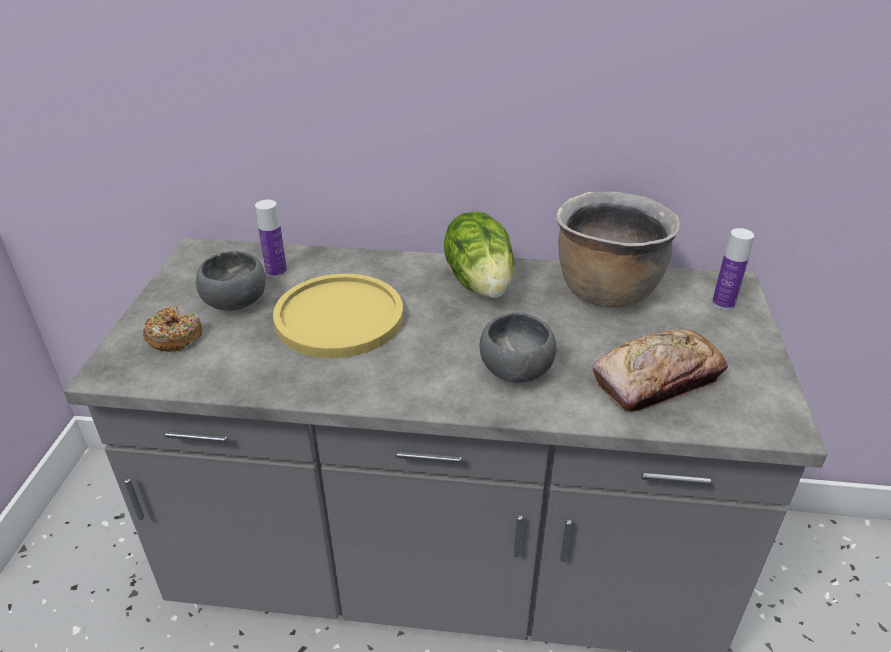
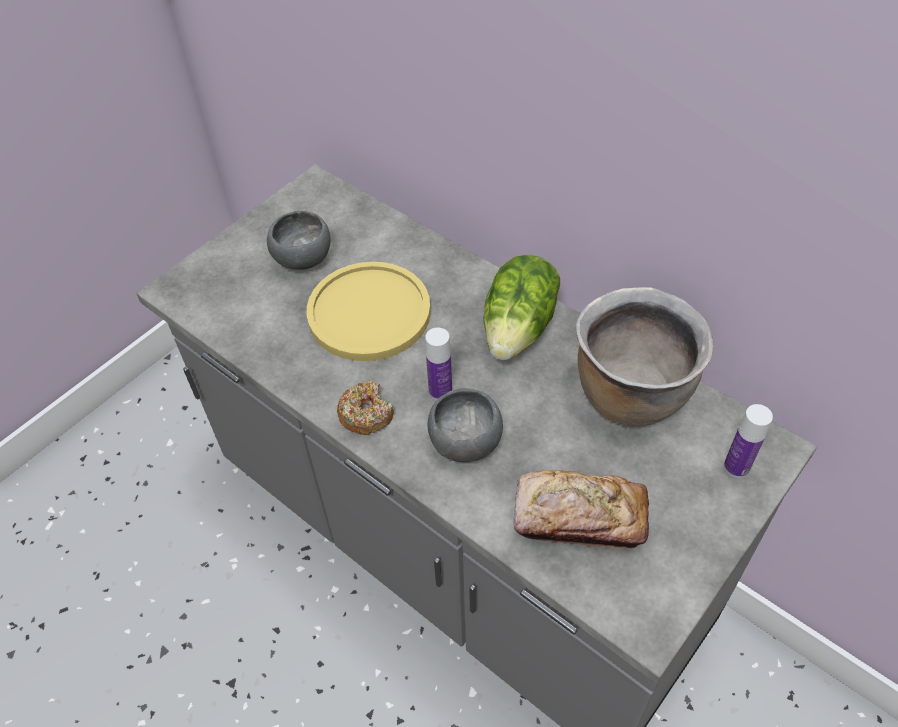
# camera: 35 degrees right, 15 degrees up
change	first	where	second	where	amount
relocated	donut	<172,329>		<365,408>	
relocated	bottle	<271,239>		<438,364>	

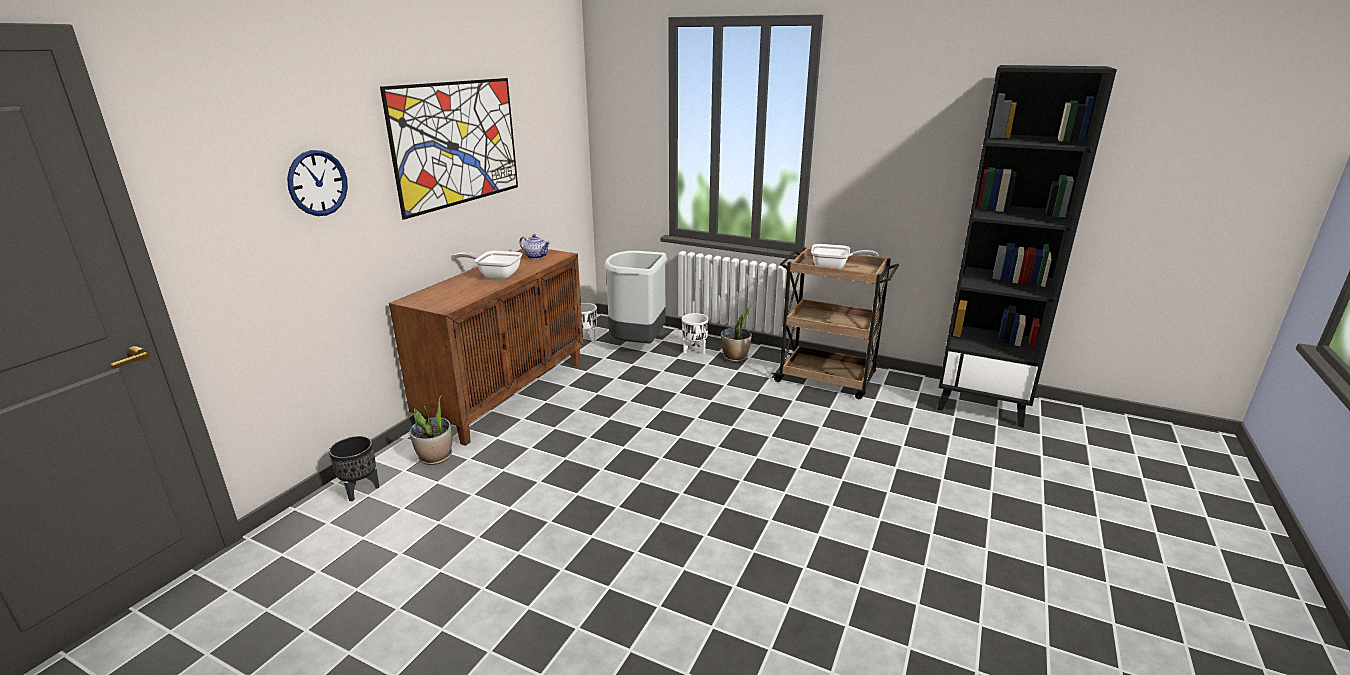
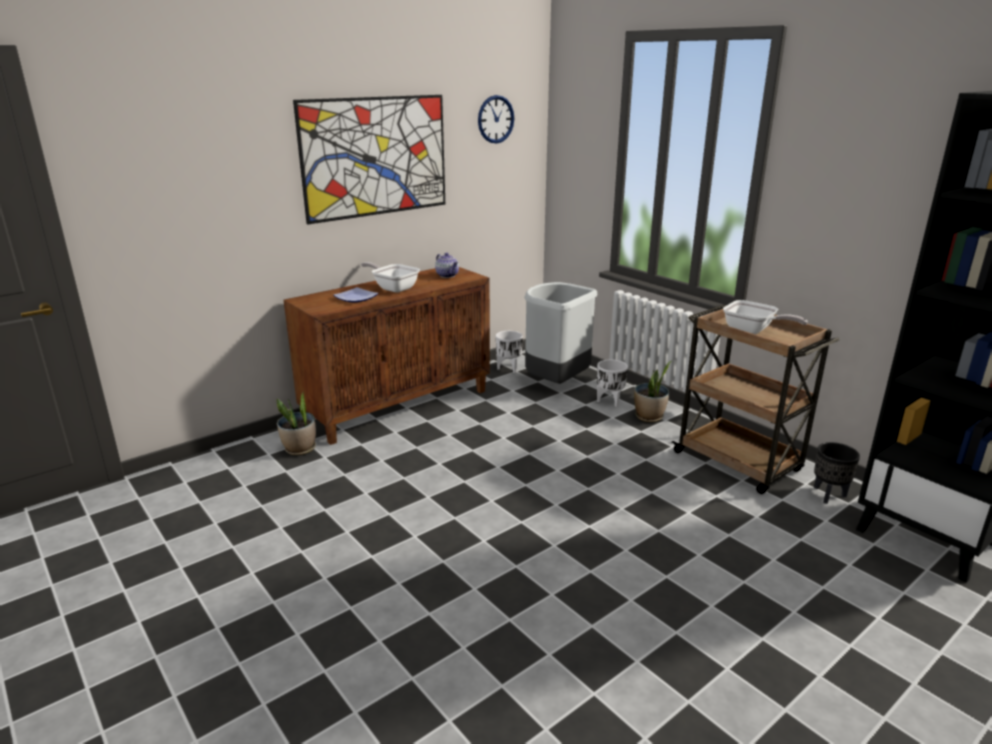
# camera: 25 degrees right, 0 degrees up
change	first	where	second	where	amount
appeared			plate	<355,295>	
relocated	wall clock	<317,183>		<496,119>	
relocated	planter in black	<354,468>		<837,473>	

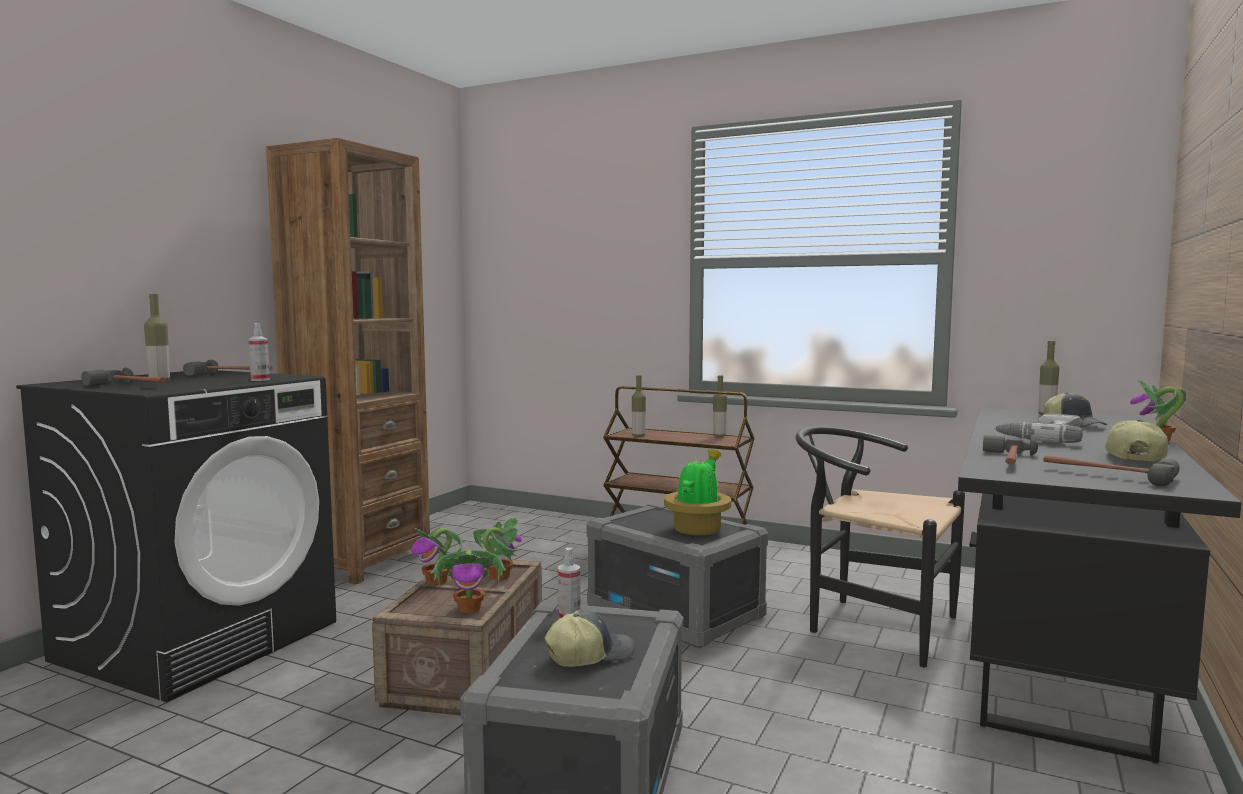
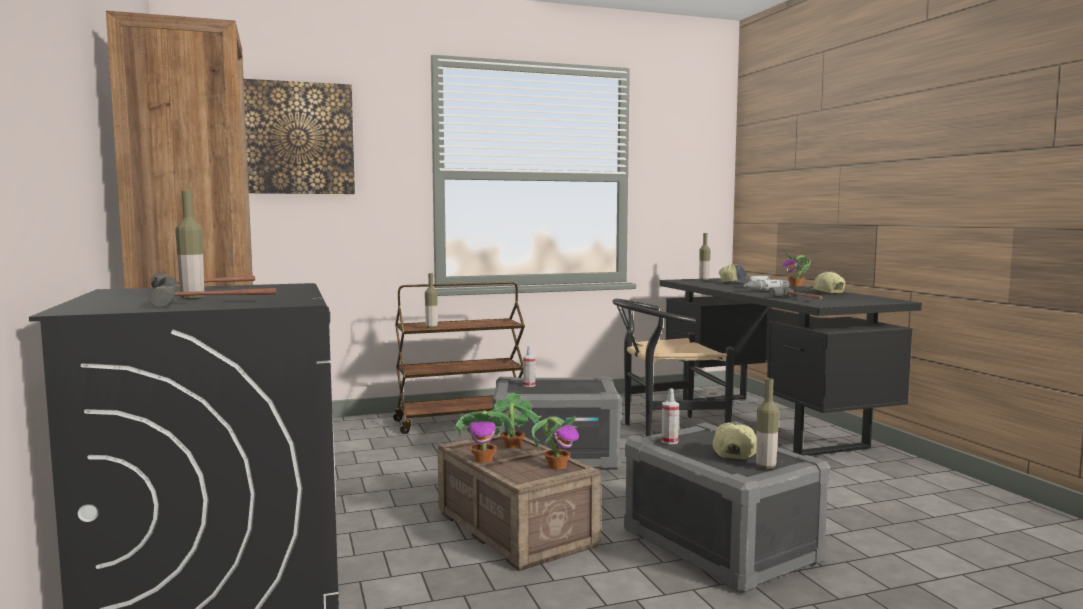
# camera: 45 degrees left, 0 degrees up
change	first	where	second	where	amount
appeared			picture	<299,136>	
relocated	spray bottle	<259,352>		<529,366>	
relocated	bottle	<720,406>		<767,423>	
missing	potted plant	<697,492>			
missing	hammer	<1111,471>			

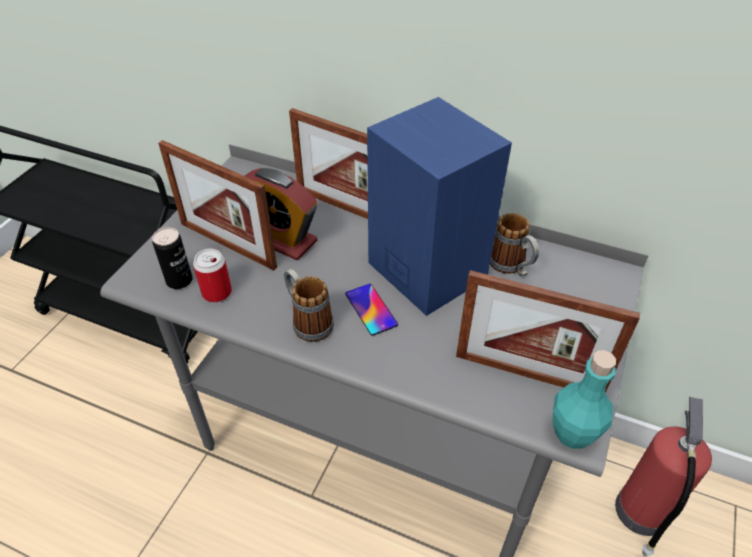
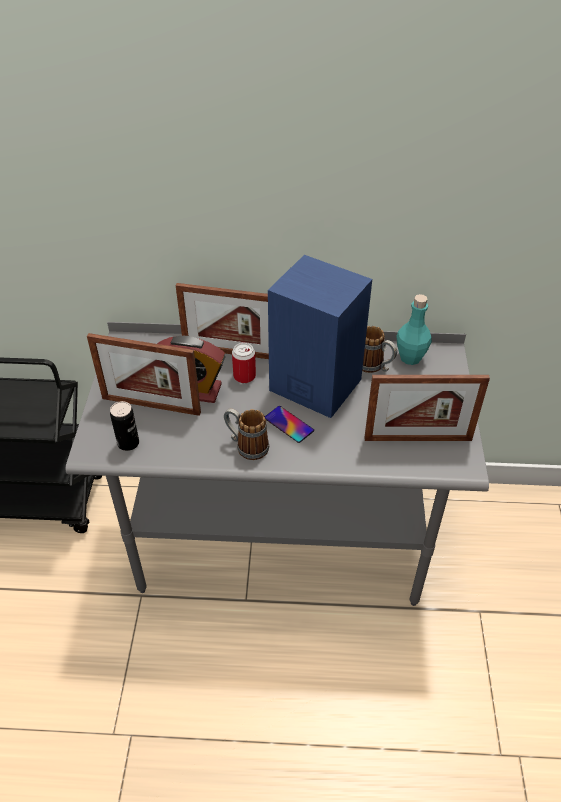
# camera: 20 degrees left, 0 degrees up
change	first	where	second	where	amount
relocated	can	<212,275>		<244,363>	
relocated	bottle in turquoise	<584,399>		<414,329>	
missing	fire extinguisher	<663,476>			

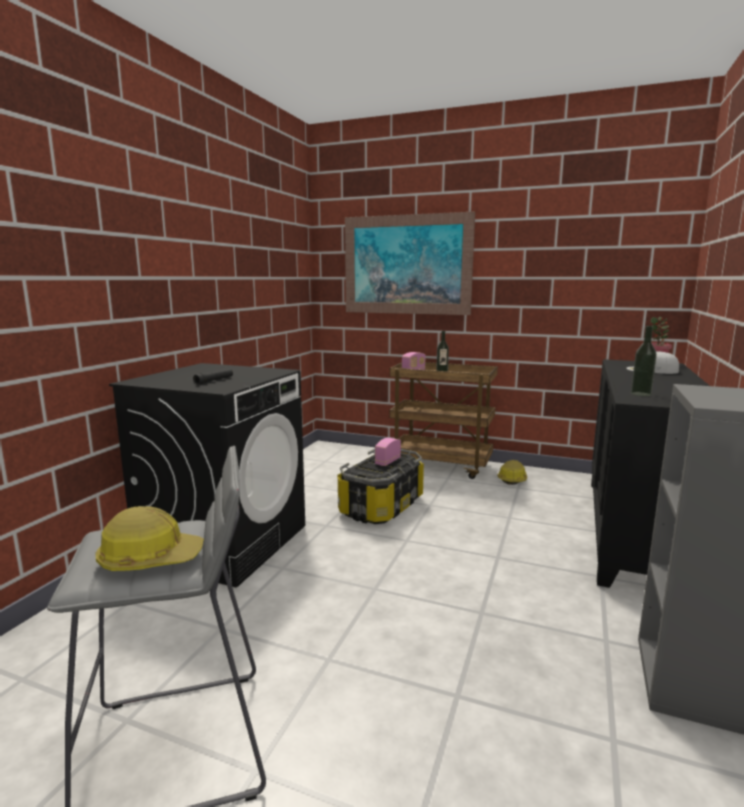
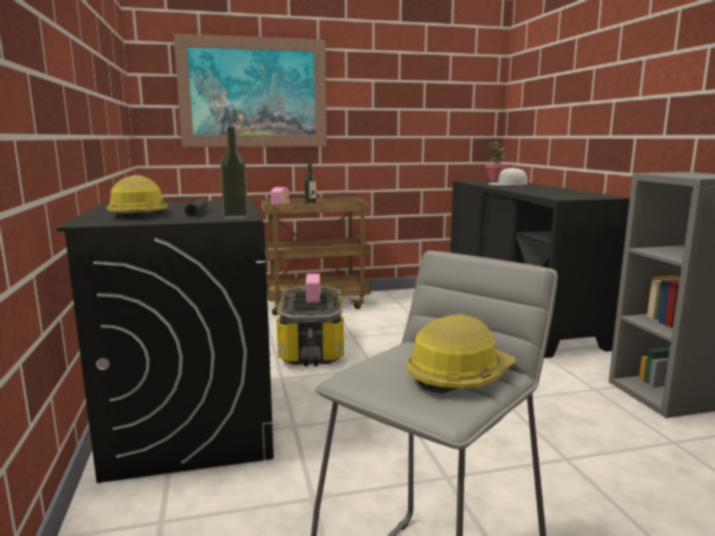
# camera: 35 degrees left, 0 degrees up
change	first	where	second	where	amount
relocated	hard hat	<512,472>		<137,197>	
relocated	bottle	<644,361>		<234,172>	

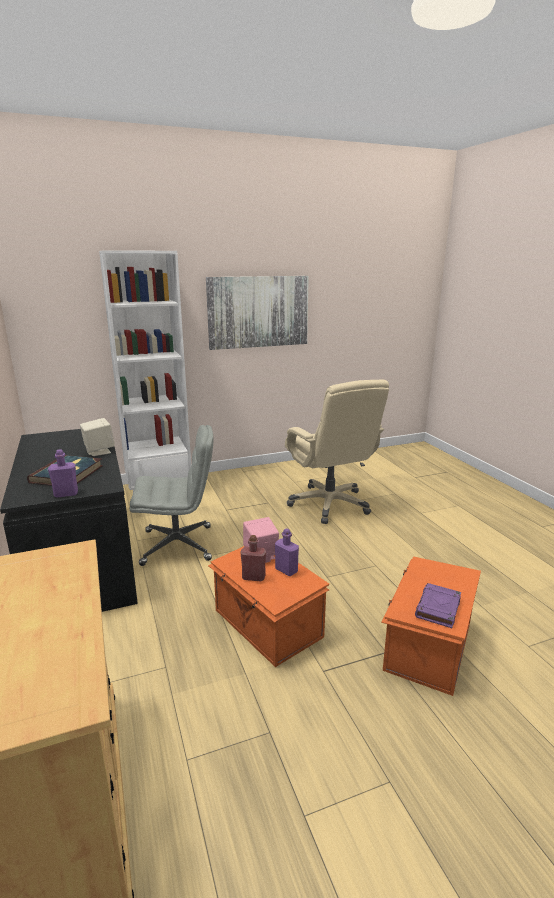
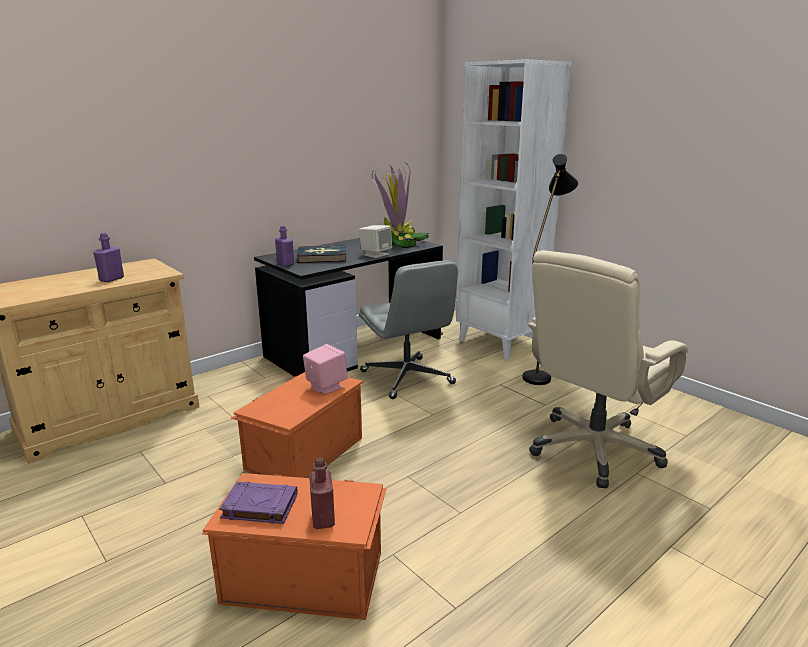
# camera: 70 degrees right, 0 degrees up
change	first	where	second	where	amount
relocated	bottle in purple	<287,552>		<108,257>	
relocated	bottle in red	<253,558>		<322,493>	
appeared			potted plant	<400,206>	
appeared			floor lamp in black	<550,269>	
missing	picture	<257,313>			

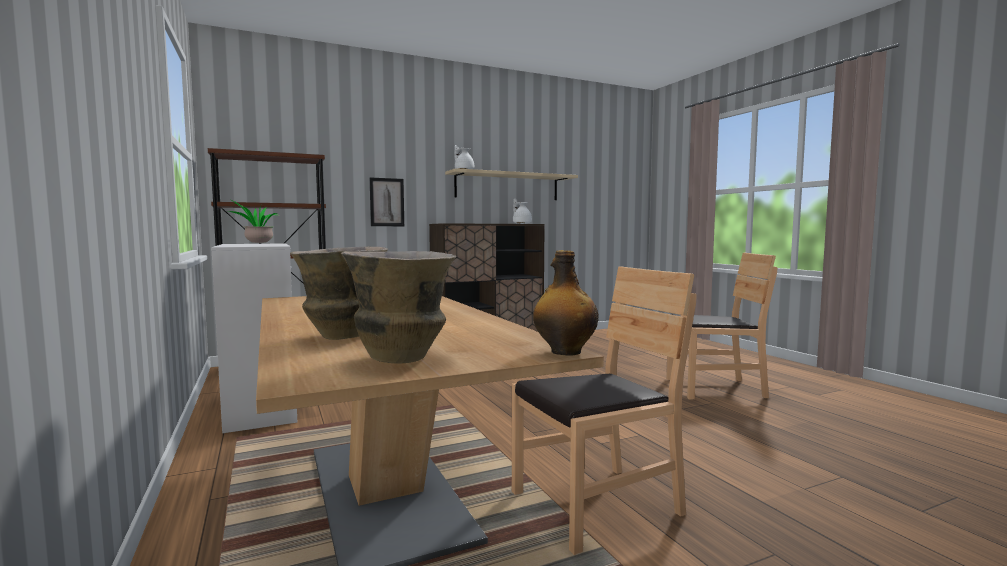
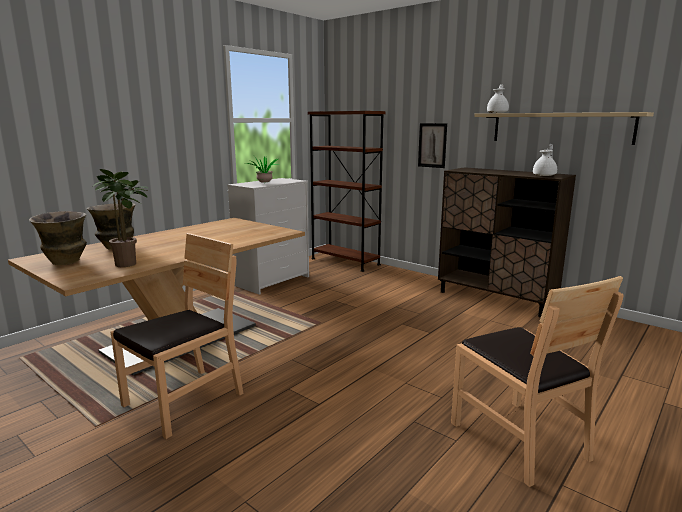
# camera: 65 degrees right, 10 degrees up
change	first	where	second	where	amount
appeared			potted plant	<120,218>	
spun	chair in brown	<604,410>		<177,336>	90 degrees counterclockwise
missing	bottle	<566,303>			

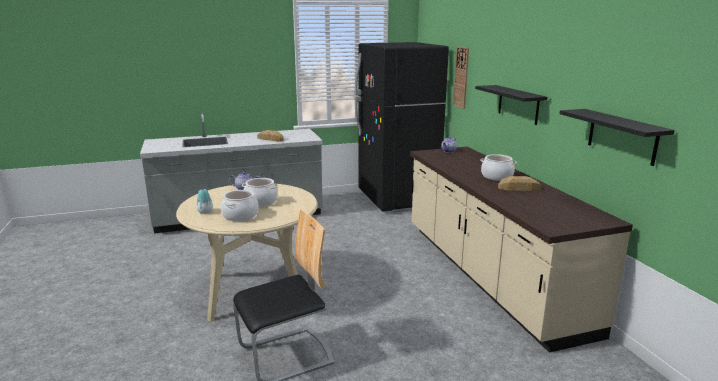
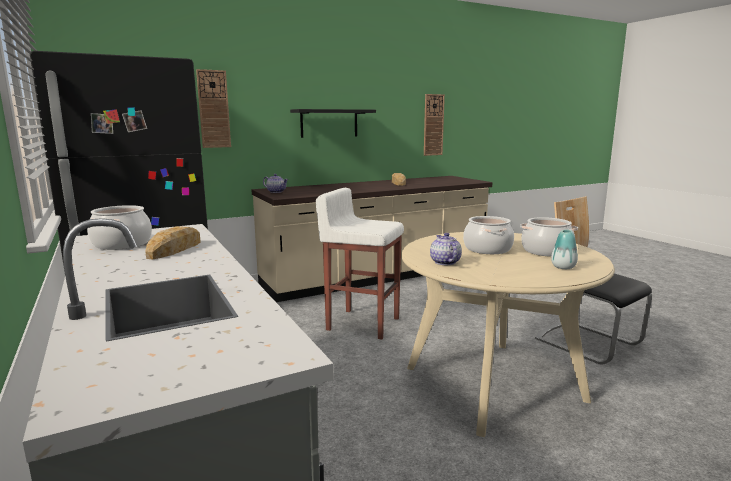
# camera: 100 degrees left, 5 degrees down
change	first	where	second	where	amount
relocated	cooking pot	<499,167>		<119,227>	
appeared			stool in white	<360,264>	
exchanged	shelf in black	<617,137>	wall clock	<434,125>	

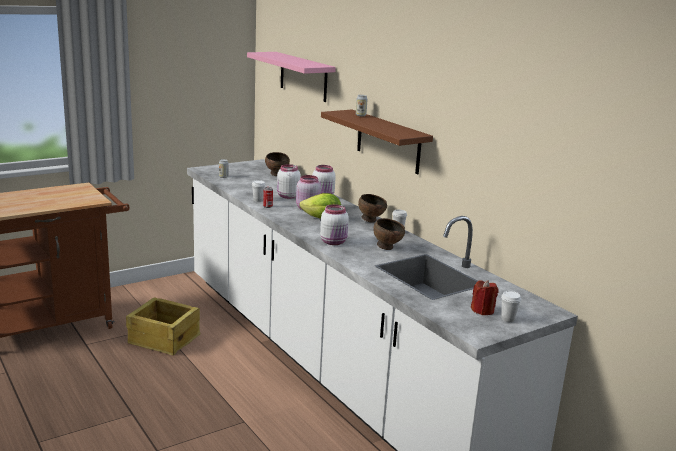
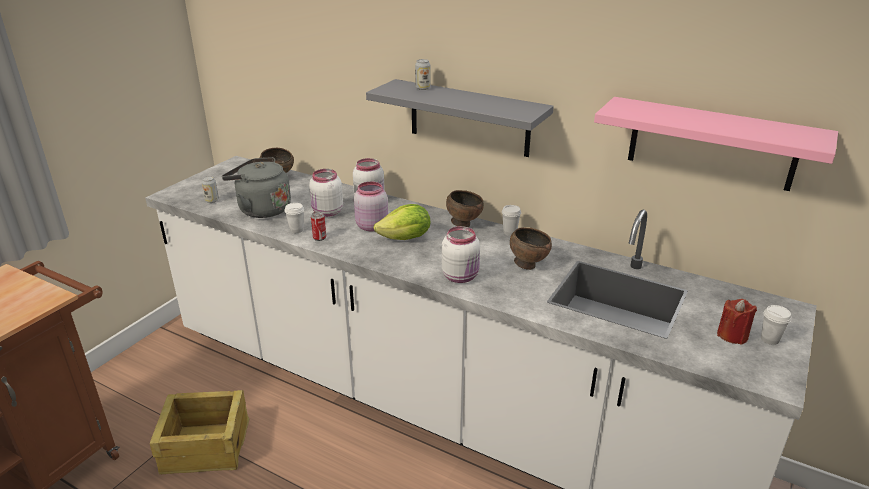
# camera: 25 degrees left, 10 degrees up
change	first	where	second	where	amount
appeared			kettle in grey	<256,187>	
colour	shelf in brown	<377,142>	shelf in grey	<460,118>	
relocated	shelf in pink	<291,77>		<716,144>	

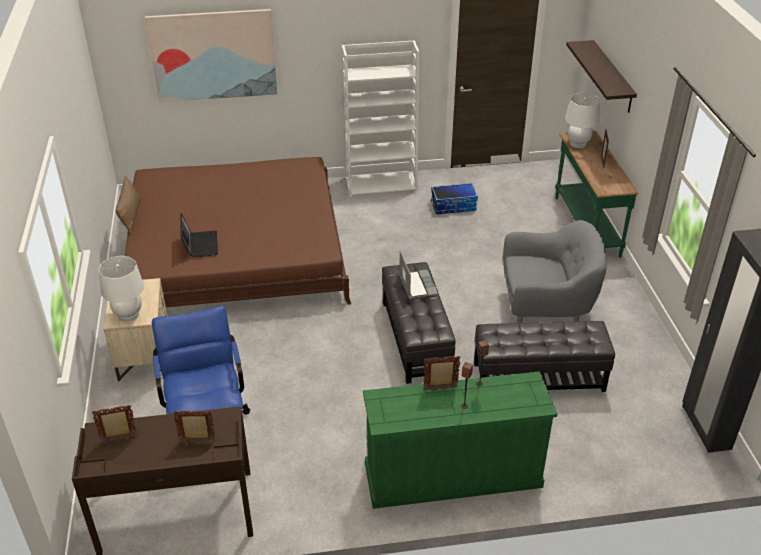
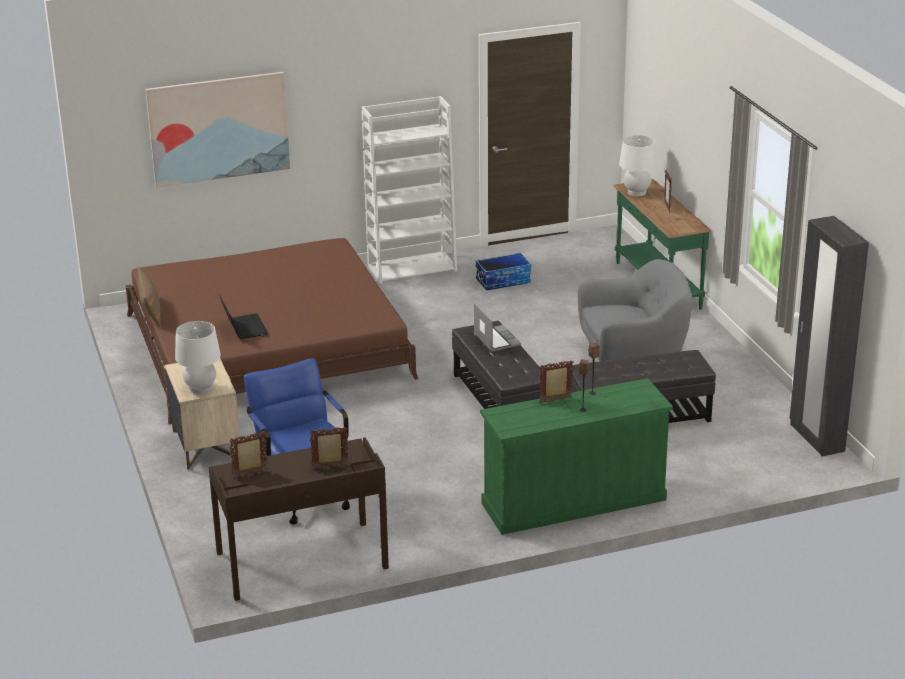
# camera: 10 degrees left, 10 degrees down
change	first	where	second	where	amount
missing	shelf	<601,76>			

